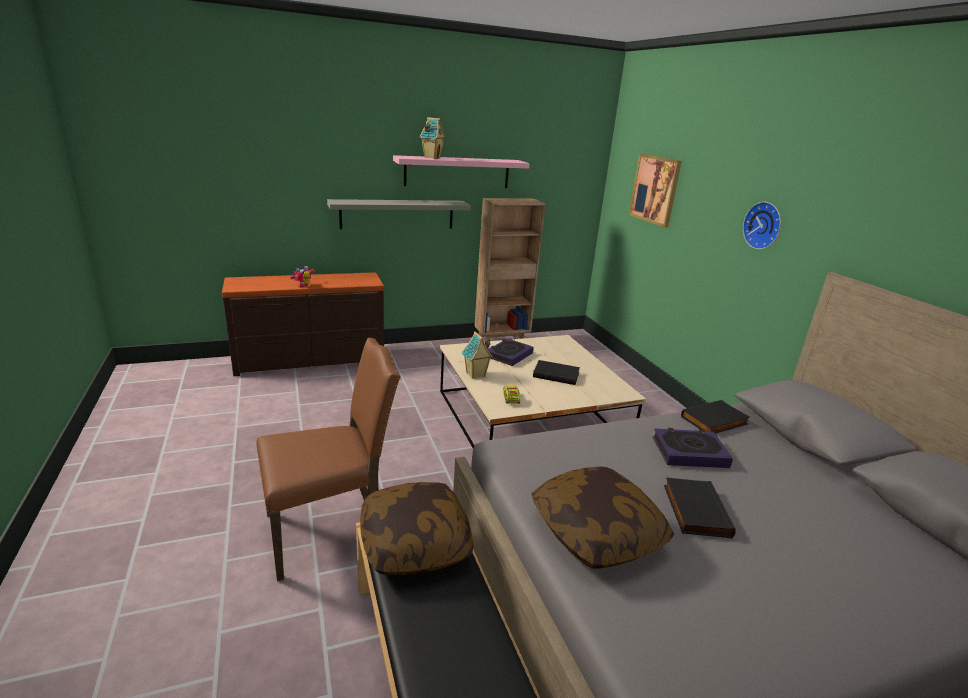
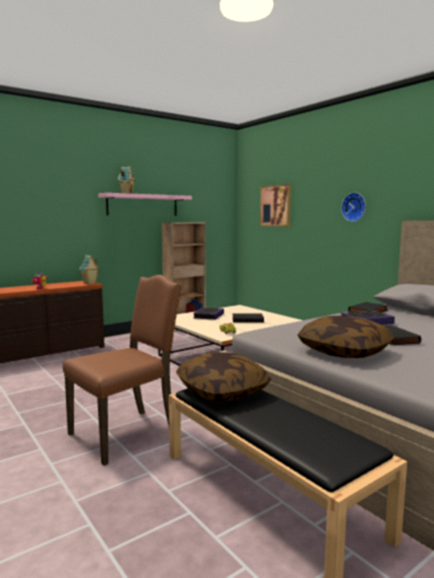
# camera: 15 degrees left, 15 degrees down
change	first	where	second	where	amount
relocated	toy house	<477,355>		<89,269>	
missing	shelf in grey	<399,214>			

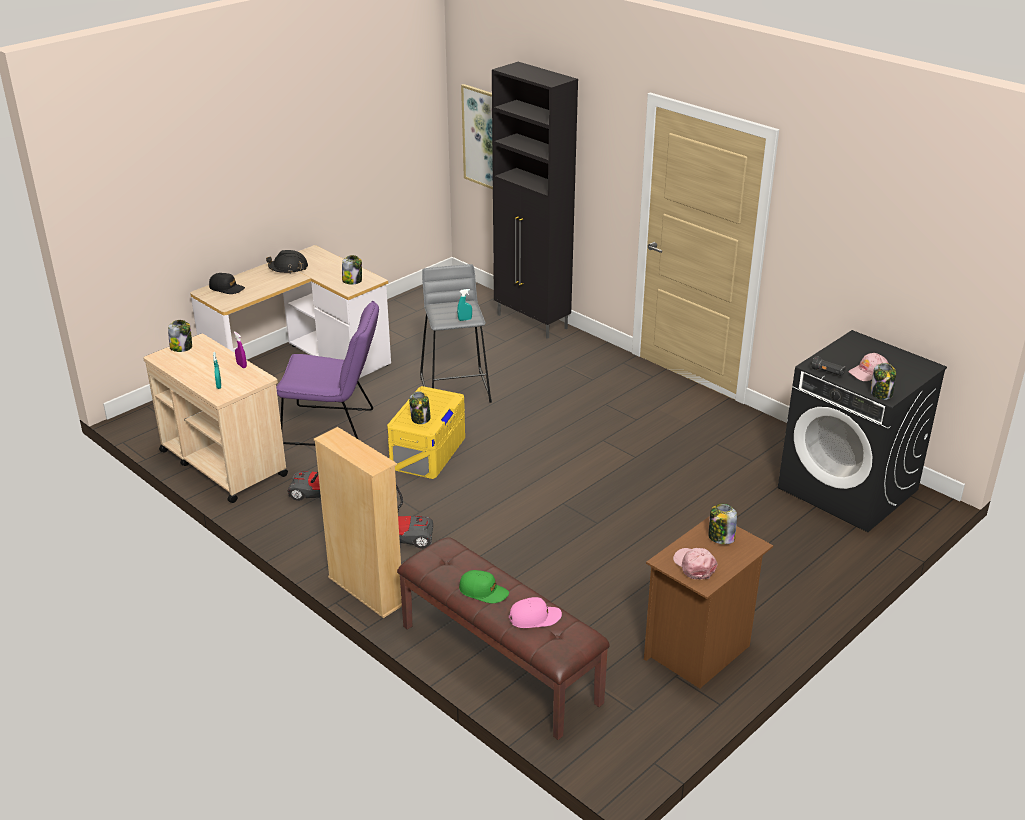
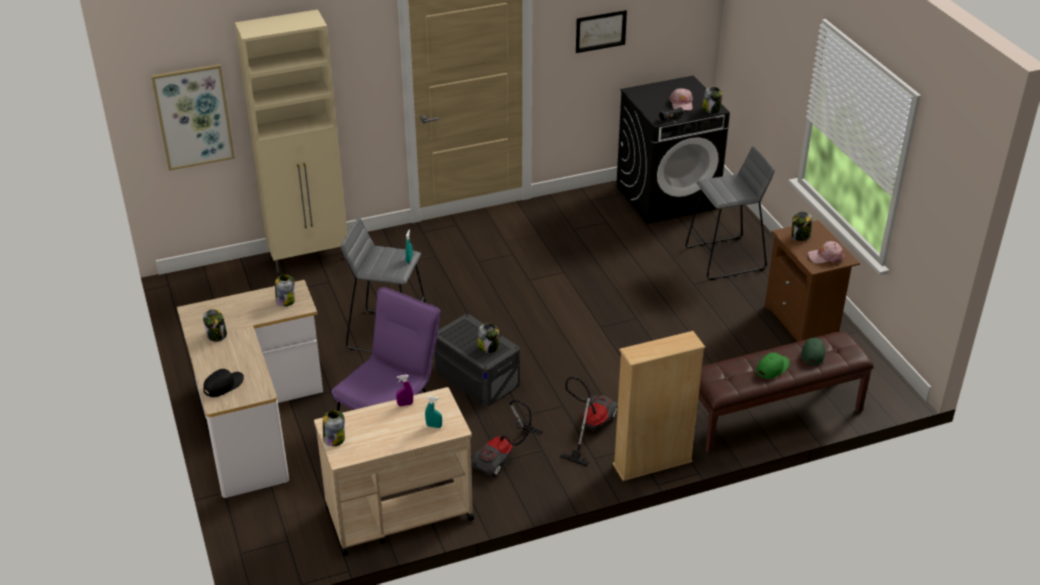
# camera: 65 degrees left, 5 degrees up
change	first	where	second	where	amount
exchanged	hard hat in black	<287,262>	jar	<215,325>	
colour	cabinet in black	<535,200>	cabinet in beige	<291,141>	
colour	storage box in yellow	<426,432>	storage box in grey	<477,360>	
appeared			picture	<601,31>	
appeared			stool in grey	<729,213>	
colour	cap in pink	<535,612>	cap in green	<813,351>	

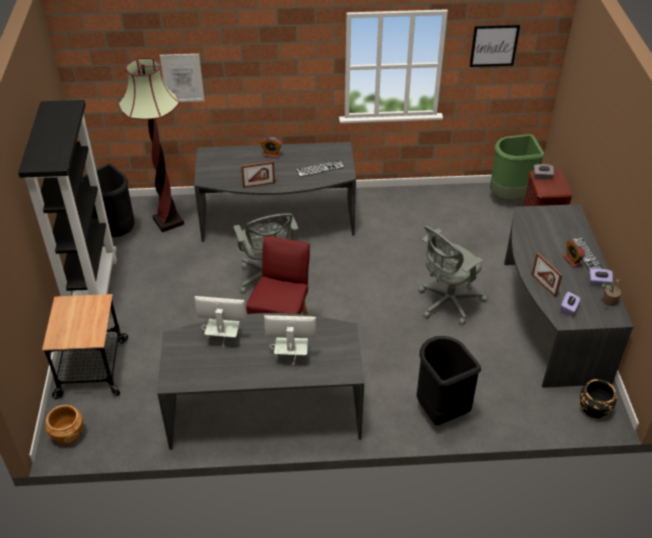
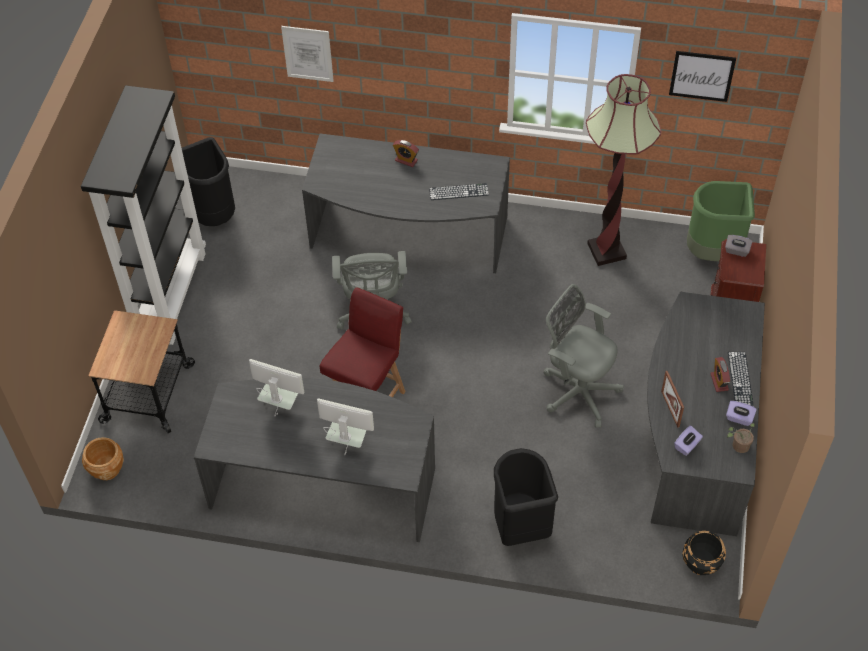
# camera: 15 degrees right, 10 degrees up
change	first	where	second	where	amount
spun	office chair in grey	<452,275>		<583,356>	60 degrees clockwise
relocated	floor lamp	<151,144>		<624,170>	
missing	picture frame	<258,174>			

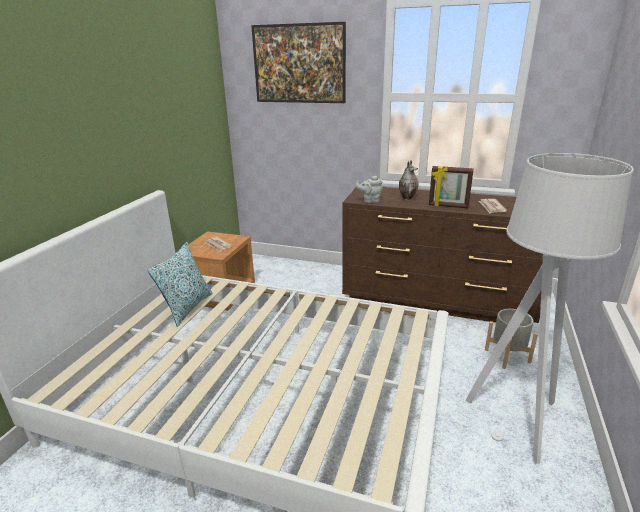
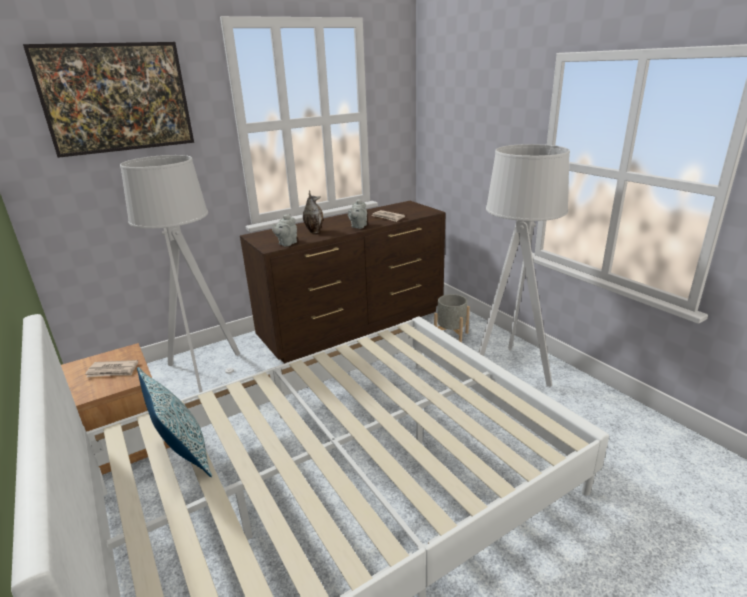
# camera: 50 degrees left, 0 degrees up
change	first	where	second	where	amount
appeared			floor lamp in grey	<180,274>	
exchanged	picture frame	<451,187>	teapot in grey	<357,213>	

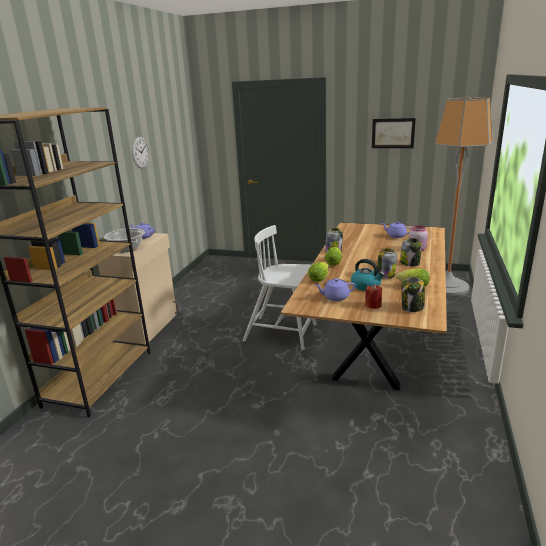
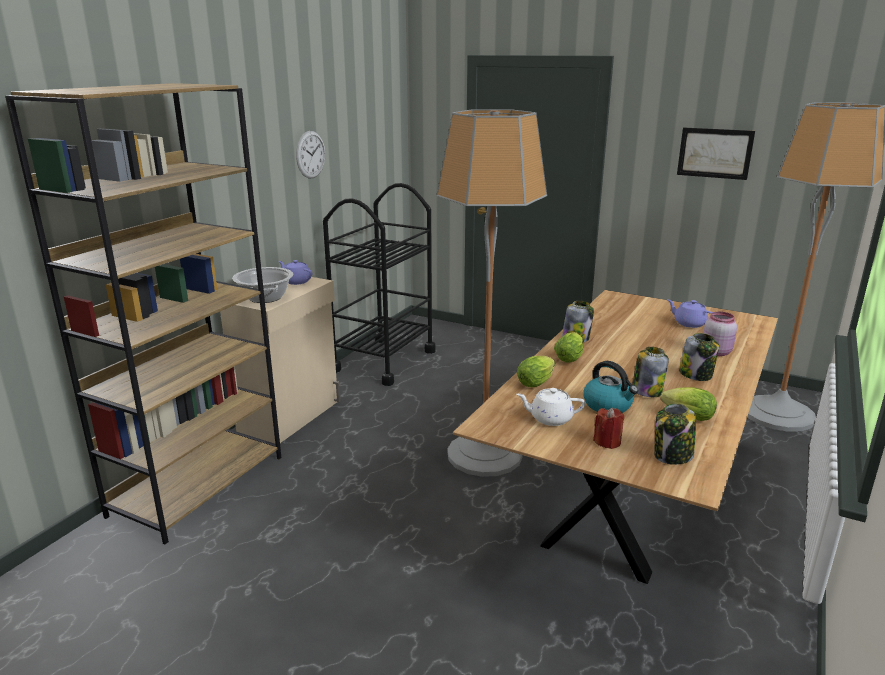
# camera: 10 degrees right, 0 degrees up
change	first	where	second	where	amount
appeared			cart in black	<379,284>	
exchanged	chair in white	<280,287>	floor lamp	<492,293>	
colour	teapot in purple	<335,289>	teapot in white	<550,407>	

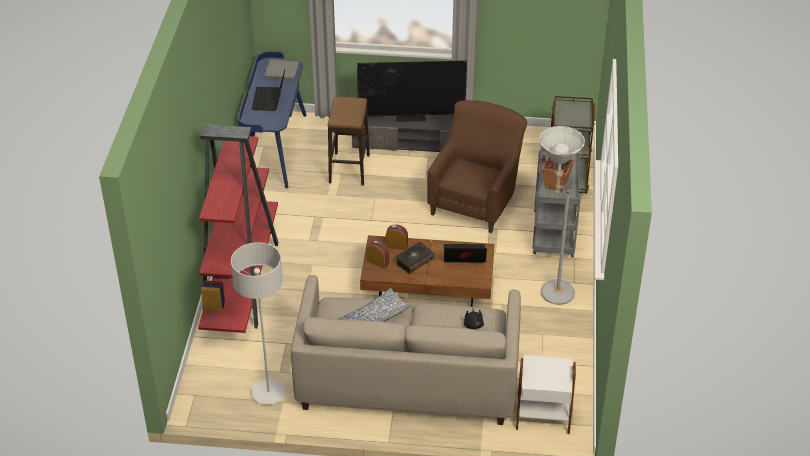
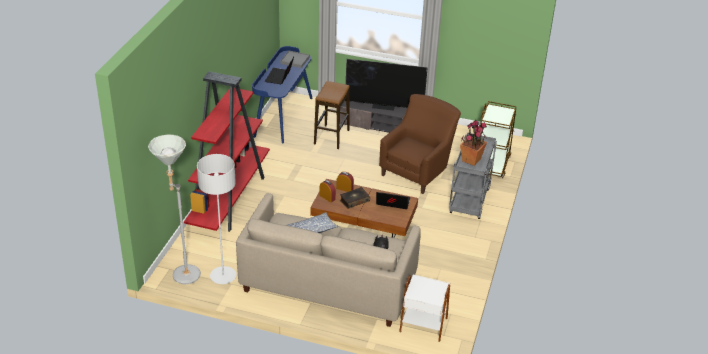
# camera: 10 degrees right, 5 degrees down
change	first	where	second	where	amount
relocated	floor lamp in grey	<562,215>		<174,209>	

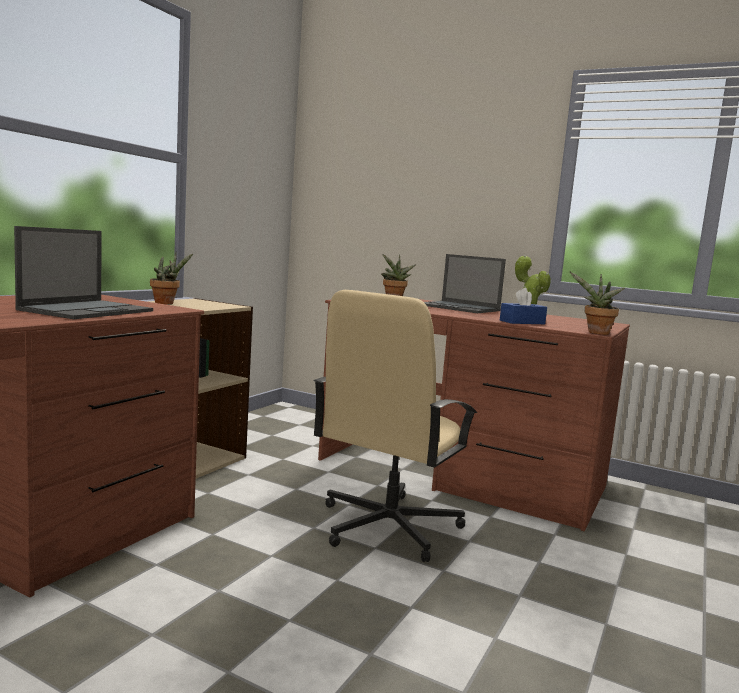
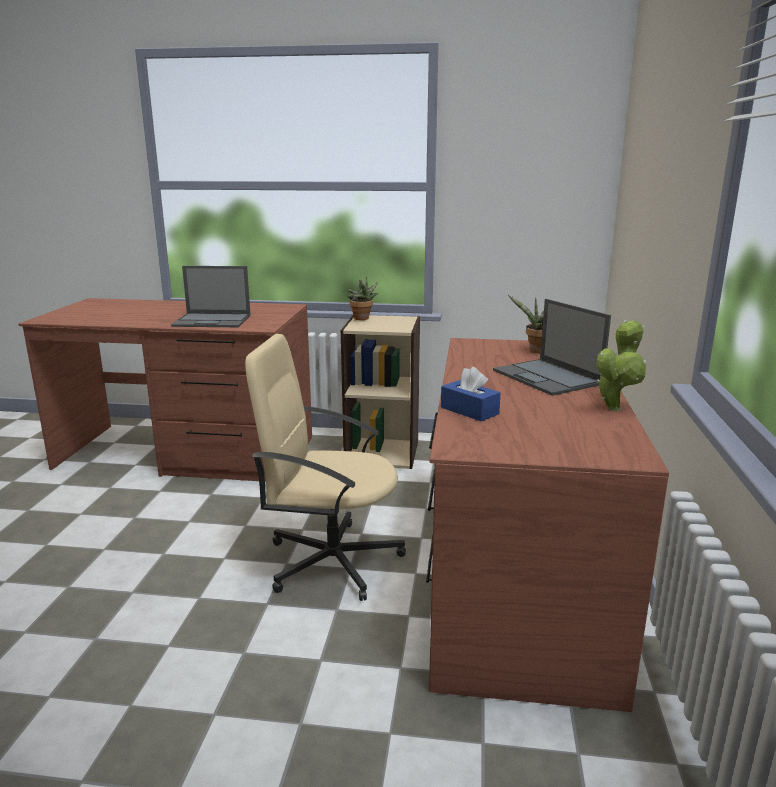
# camera: 70 degrees right, 10 degrees up
change	first	where	second	where	amount
spun	laptop	<465,283>		<552,347>	45 degrees counterclockwise
missing	potted plant	<597,303>			

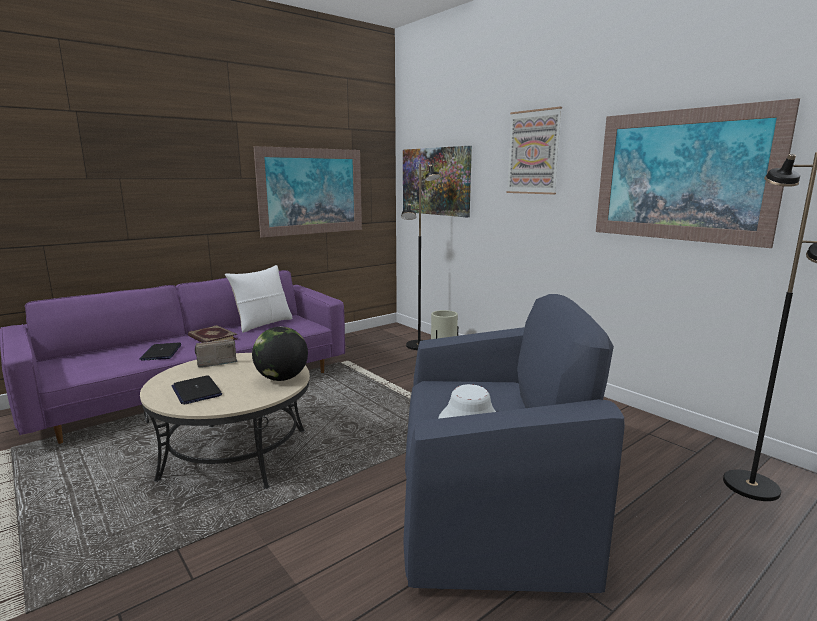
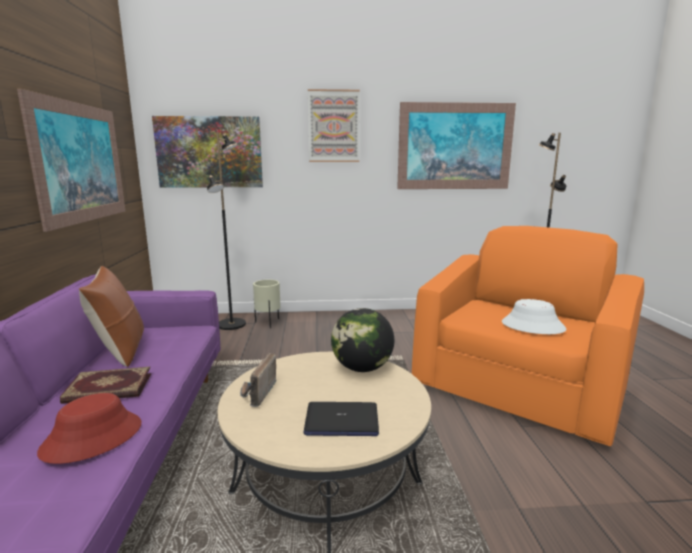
# camera: 55 degrees left, 0 degrees up
change	first	where	second	where	amount
exchanged	laptop	<160,352>	hat in red	<89,428>	
colour	pillow in white	<259,299>	pillow in brown	<111,316>	
colour	armchair in blue	<514,443>	armchair in orange	<528,336>	

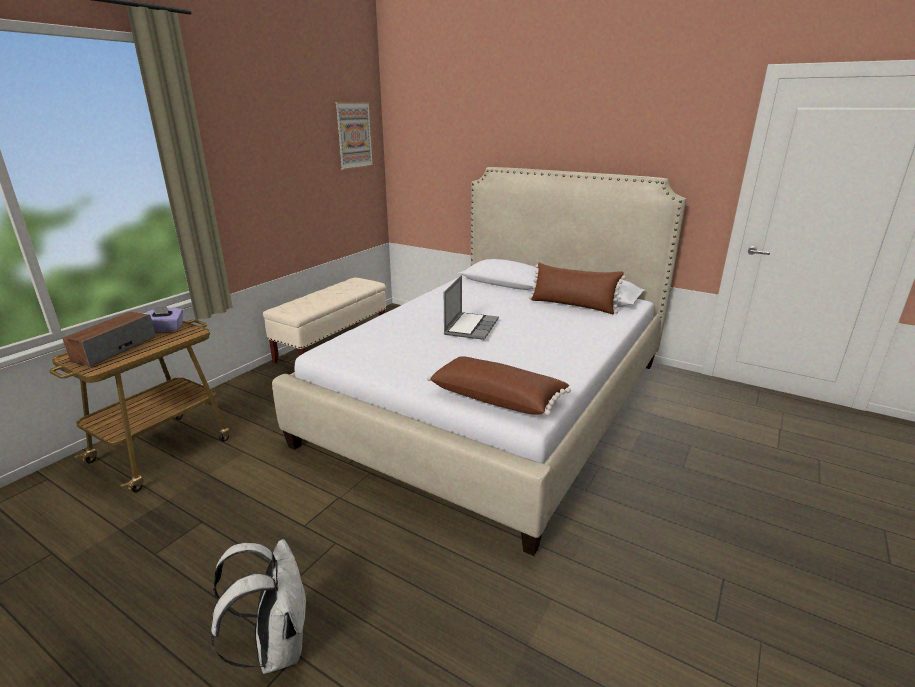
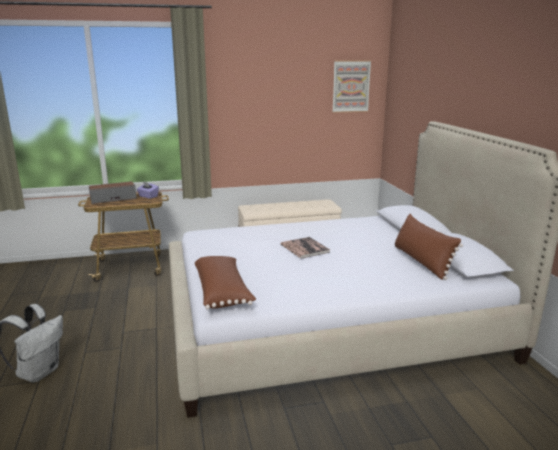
# camera: 45 degrees right, 5 degrees down
change	first	where	second	where	amount
exchanged	laptop	<471,307>	book	<305,248>	

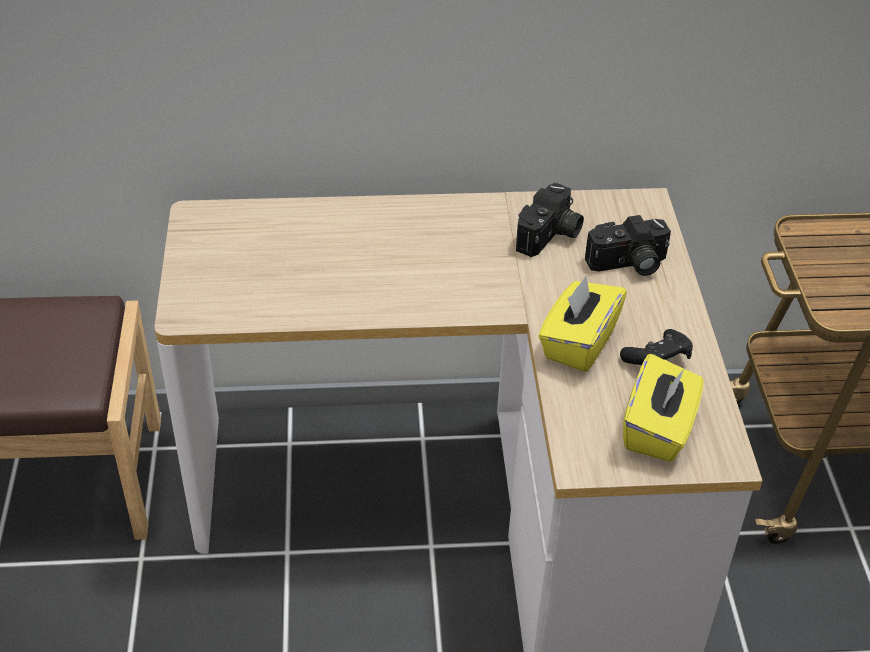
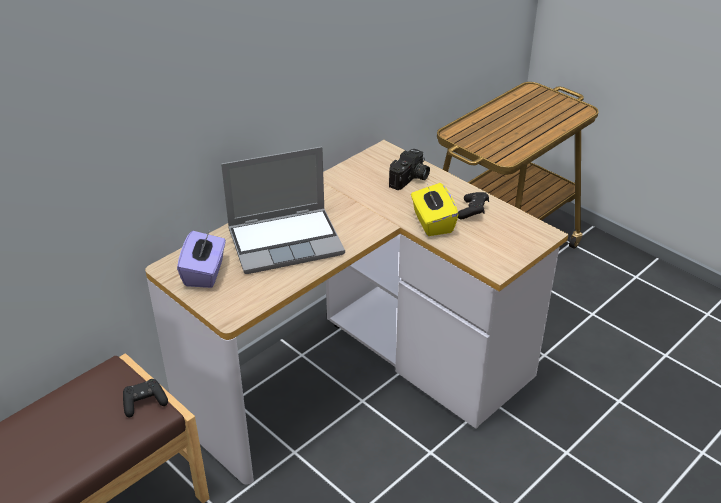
# camera: 40 degrees left, 5 degrees down
change	first	where	second	where	amount
appeared			game controller in black	<145,398>	
appeared			tissue box in purple	<201,259>	
appeared			laptop	<283,210>	
missing	photo camera	<550,220>			
missing	tissue box in yellow	<663,408>			

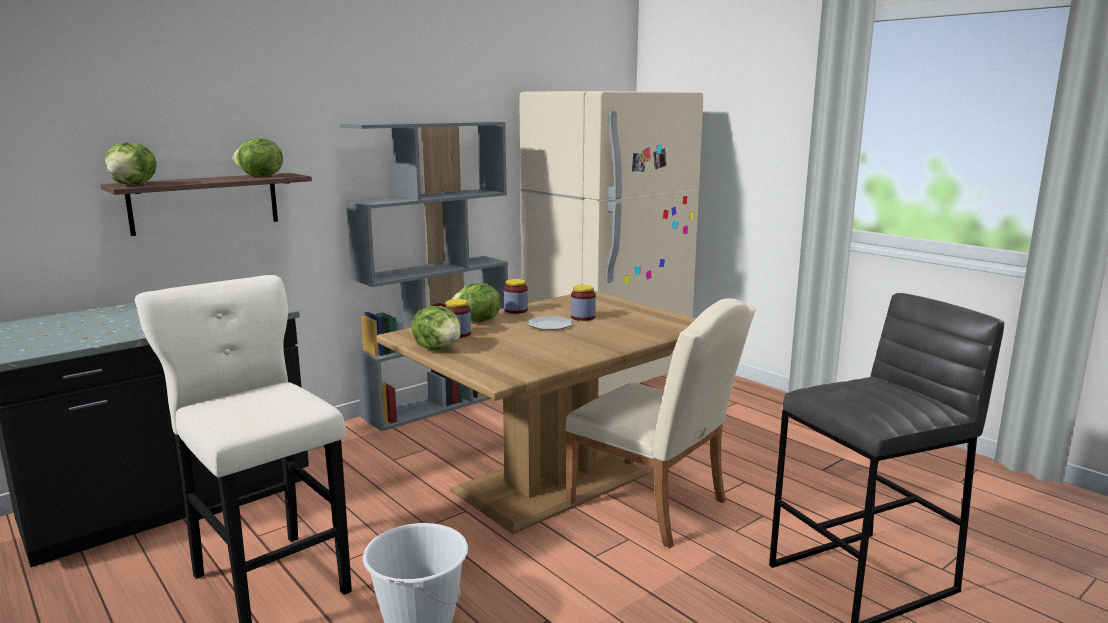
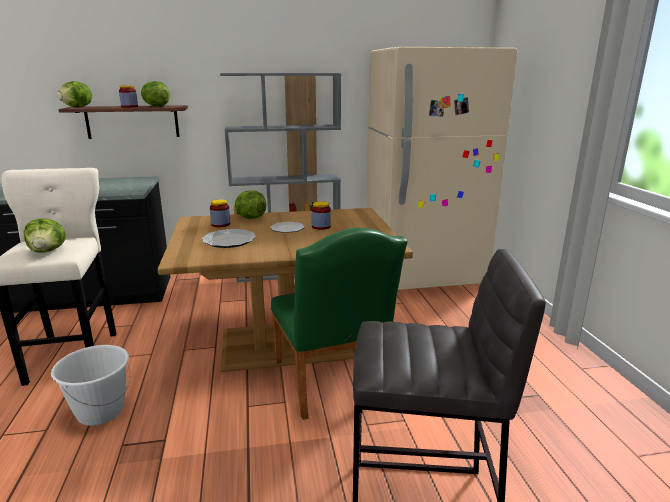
# camera: 30 degrees right, 5 degrees up
change	first	where	second	where	amount
relocated	lettuce	<436,328>		<45,236>	
relocated	jar	<516,296>		<128,96>	
appeared			plate	<229,238>	
colour	chair in beige	<660,423>	chair in green	<339,324>	

